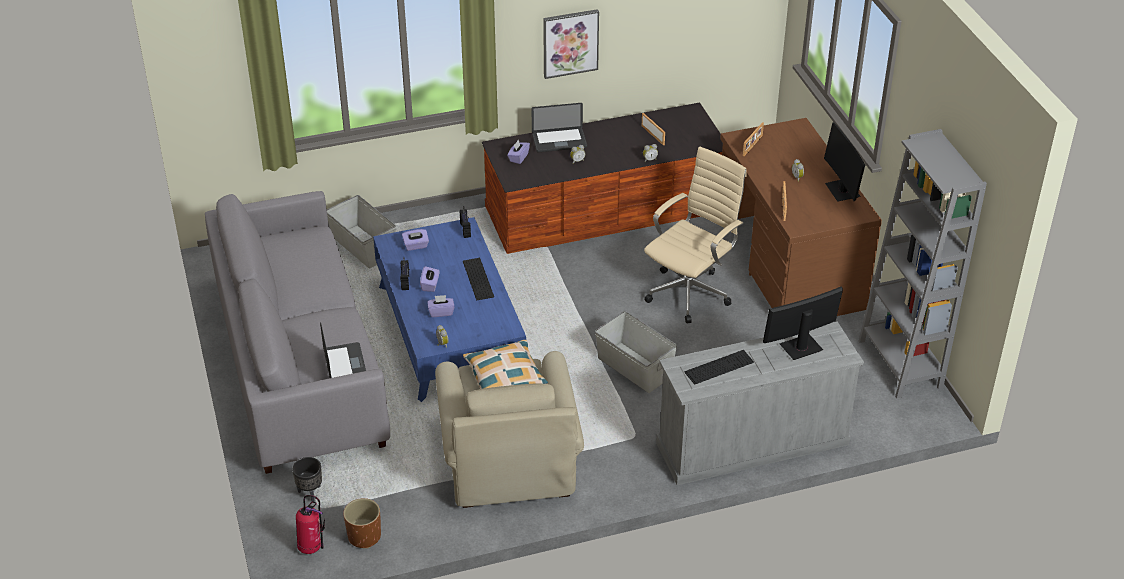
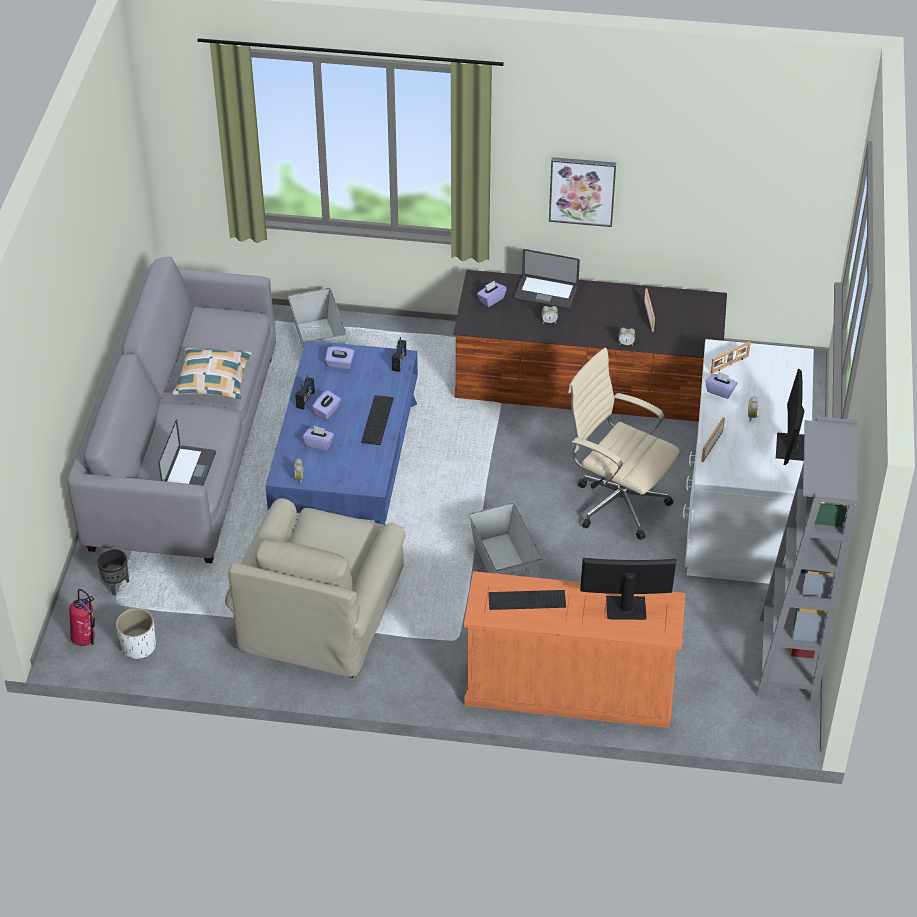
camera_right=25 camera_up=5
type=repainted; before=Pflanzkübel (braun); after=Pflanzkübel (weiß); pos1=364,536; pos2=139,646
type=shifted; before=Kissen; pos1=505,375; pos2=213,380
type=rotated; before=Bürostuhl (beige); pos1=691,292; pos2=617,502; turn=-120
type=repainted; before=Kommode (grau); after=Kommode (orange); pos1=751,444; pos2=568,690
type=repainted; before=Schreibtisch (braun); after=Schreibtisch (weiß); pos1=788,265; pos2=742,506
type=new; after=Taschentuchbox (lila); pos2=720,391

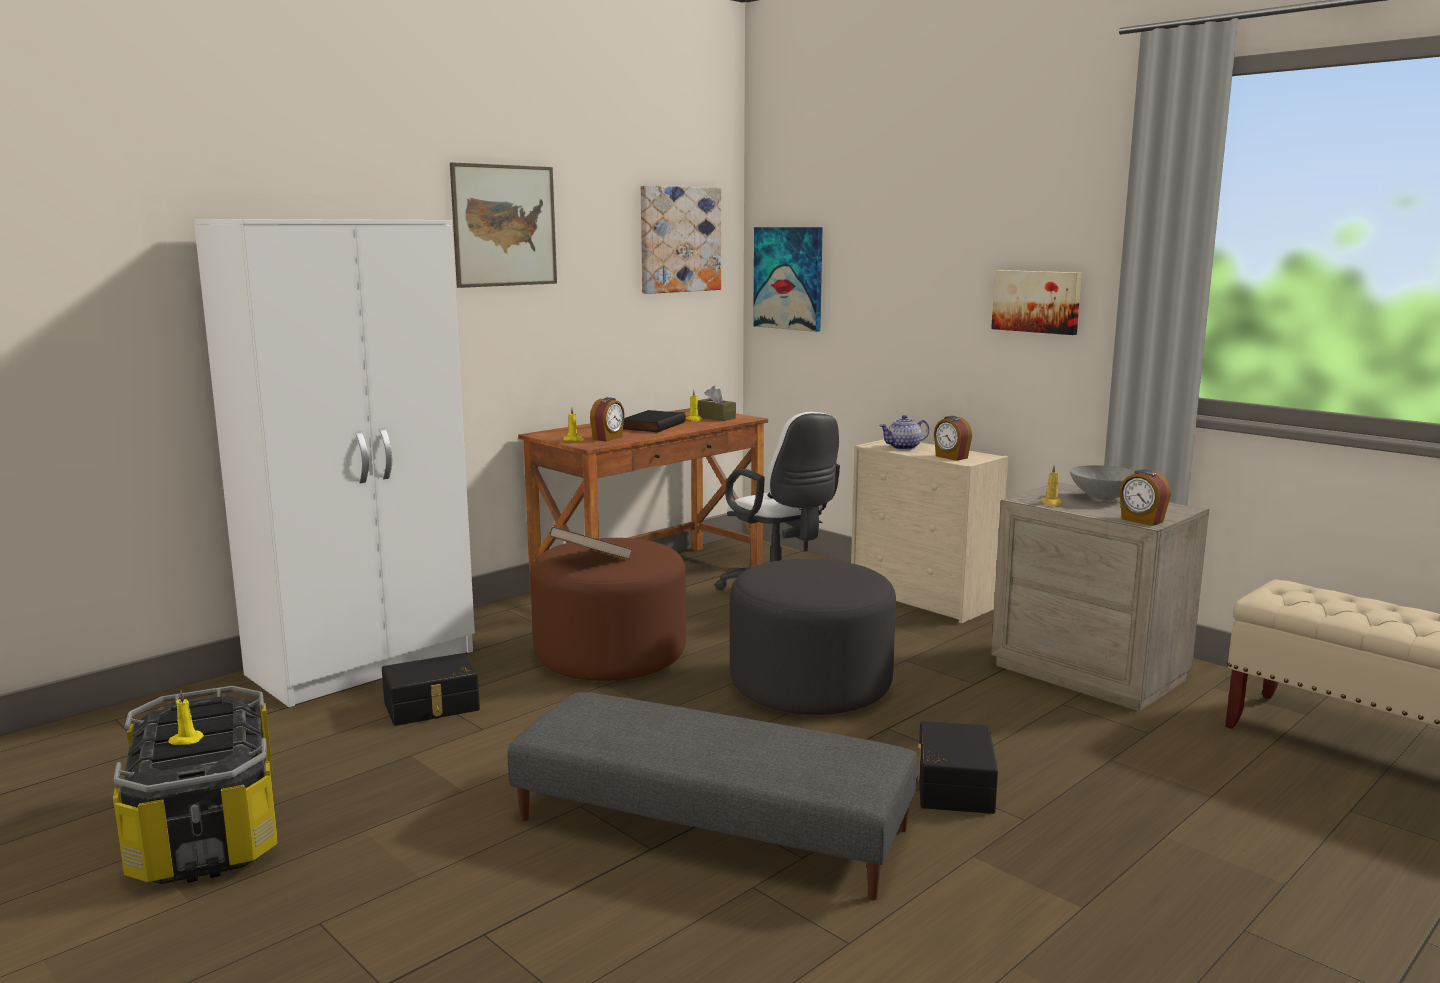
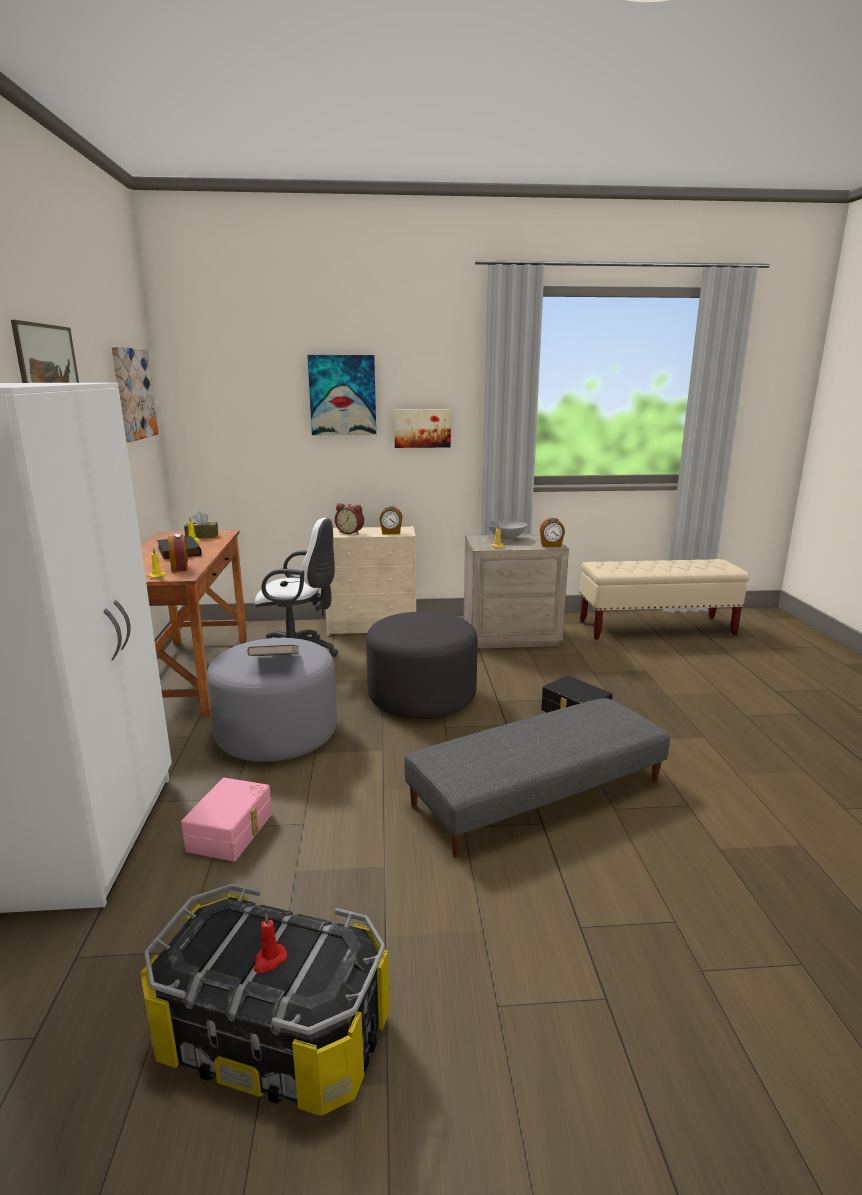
camera_right=-50 camera_up=5
type=repainted; before=Kerze (gelb); after=Kerze (rot); pos1=185,740; pos2=269,960
type=repainted; before=Aufbewahrungsbox (schwarz); after=Aufbewahrungsbox (rosa); pos1=432,707; pos2=232,832
type=repainted; before=Polsterhocker (braun); after=Polsterhocker (grau); pos1=610,656; pos2=277,734
type=shifted; before=Bild; pos1=789,278; pos2=342,395
type=swapped; before=Teekanne; after=Wecker; pos1=903,447; pos2=350,532

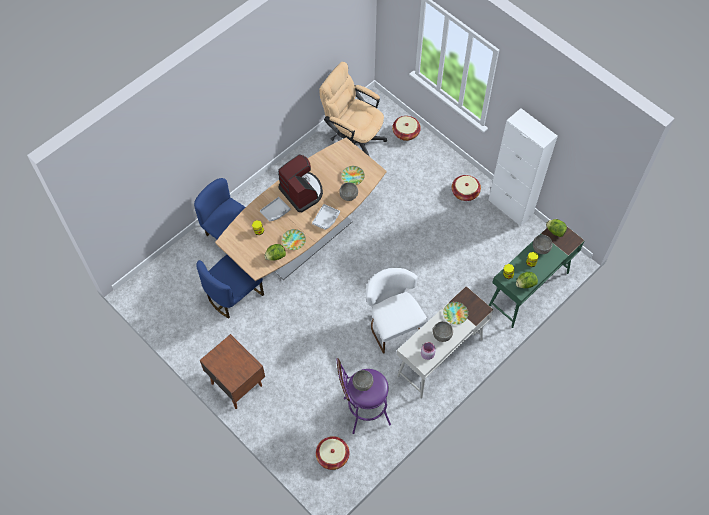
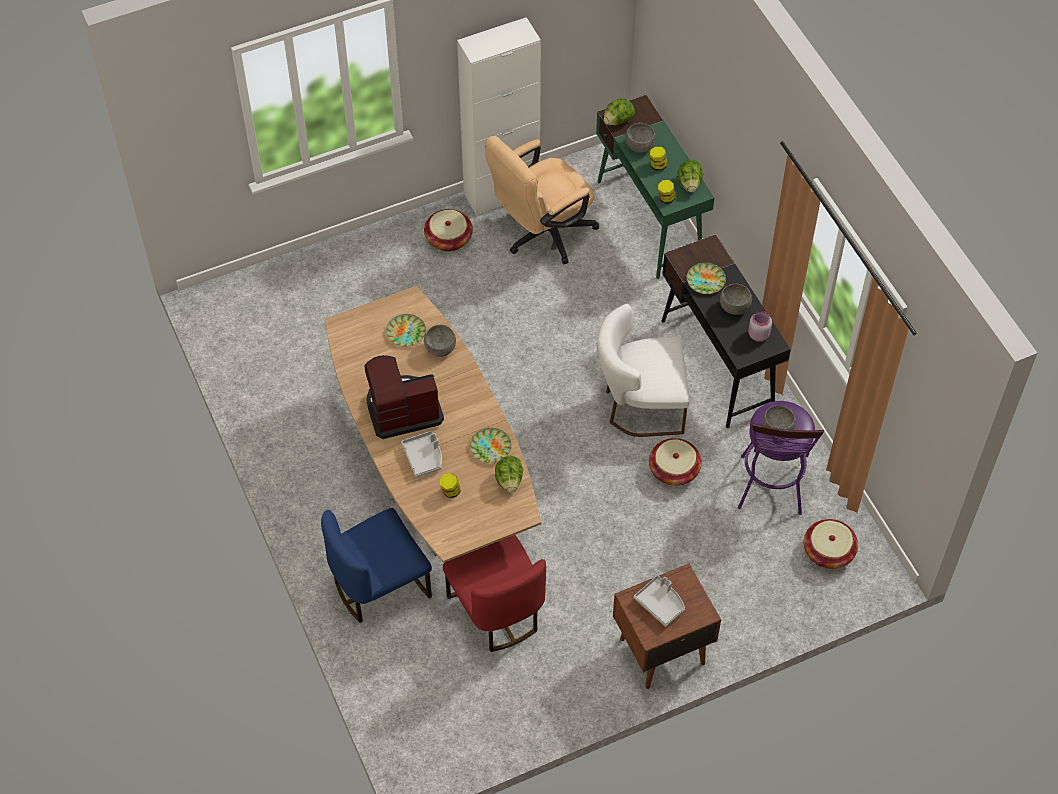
camera_right=-70 camera_up=-5
type=repainted; before=Stuhl (blau); after=Stuhl (rot); pos1=233,295; pos2=497,612
type=shifted; before=Tablett (grau); pos1=326,219; pos2=660,604
type=shifted; before=Bürostuhl (beige); pos1=353,138; pos2=541,234
type=shifted; before=Korb; pos1=406,133; pos2=674,470
type=repainted; before=Schreibtisch (weiß); after=Schreibtisch (schwarz); pos1=440,358; pos2=717,365

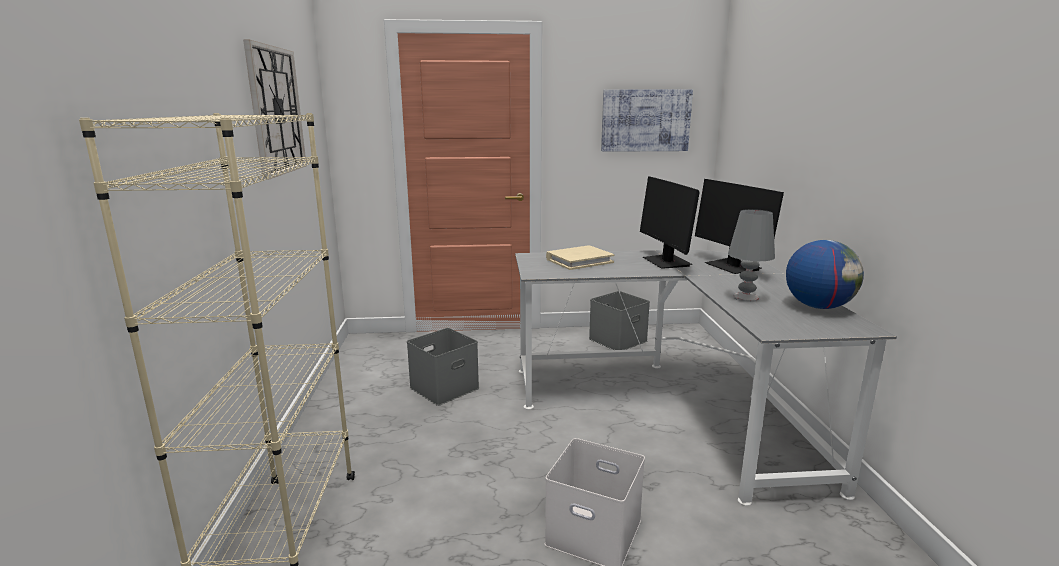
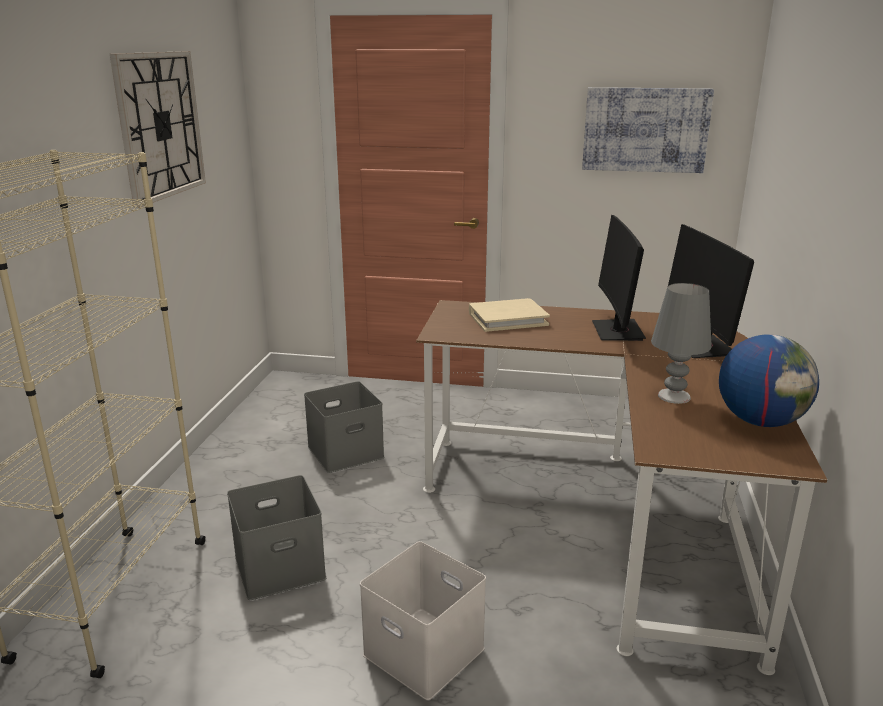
camera_right=15 camera_up=5
type=repainted; before=Schreibtisch (grau); after=Schreibtisch (braun); pos1=672,406; pos2=606,514
type=shifted; before=Aufbewahrungsbox (grau); pos1=617,339; pos2=281,565

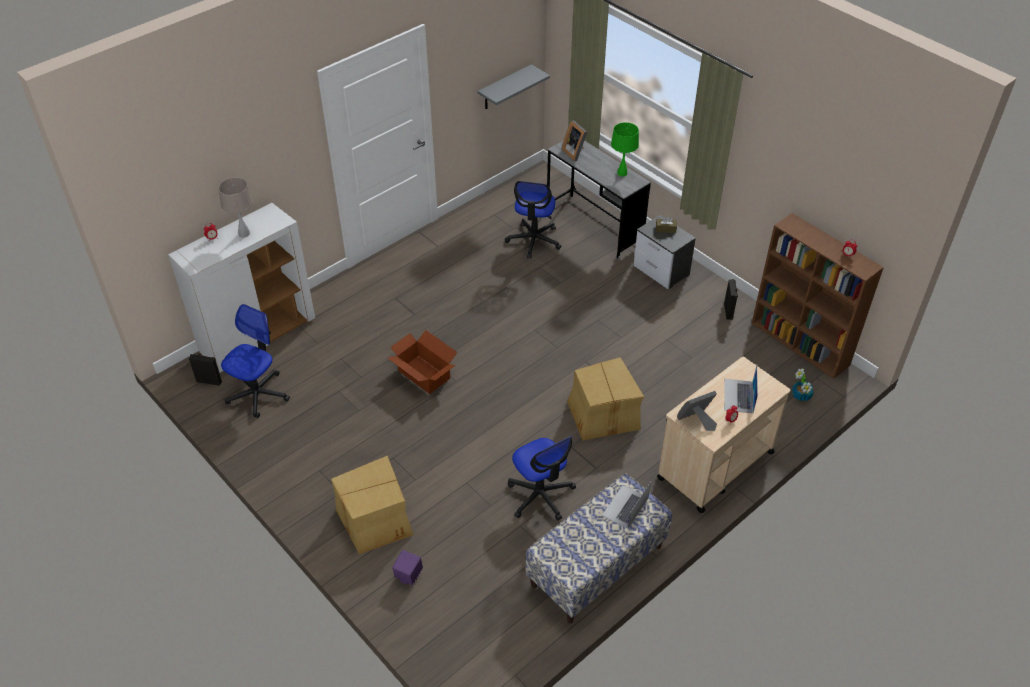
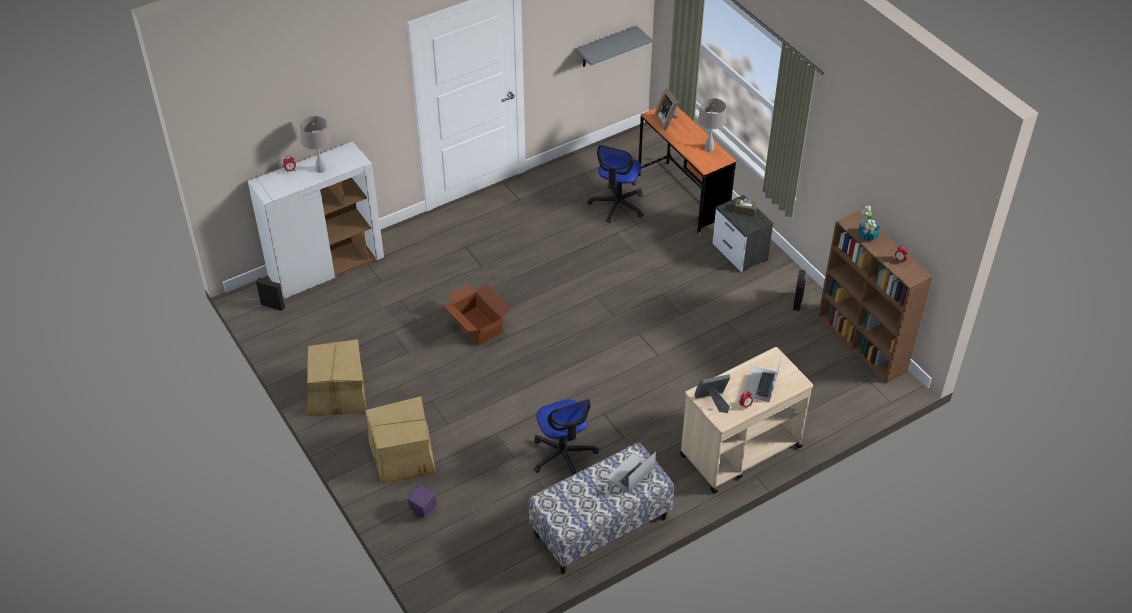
camera_right=10 camera_up=0
type=gone; before=Bürostuhl; pos1=258,394
type=repainted; before=Schreibtisch (grau); after=Schreibtisch (orange); pos1=594,226; pos2=682,198
type=shifted; before=Karton; pos1=603,414; pos2=337,393
type=repainted; before=Tischlampe (grün); after=Tischlampe (beige); pos1=622,173; pos2=709,148
type=shifted; before=Topfpflanze; pos1=801,395; pos2=867,235

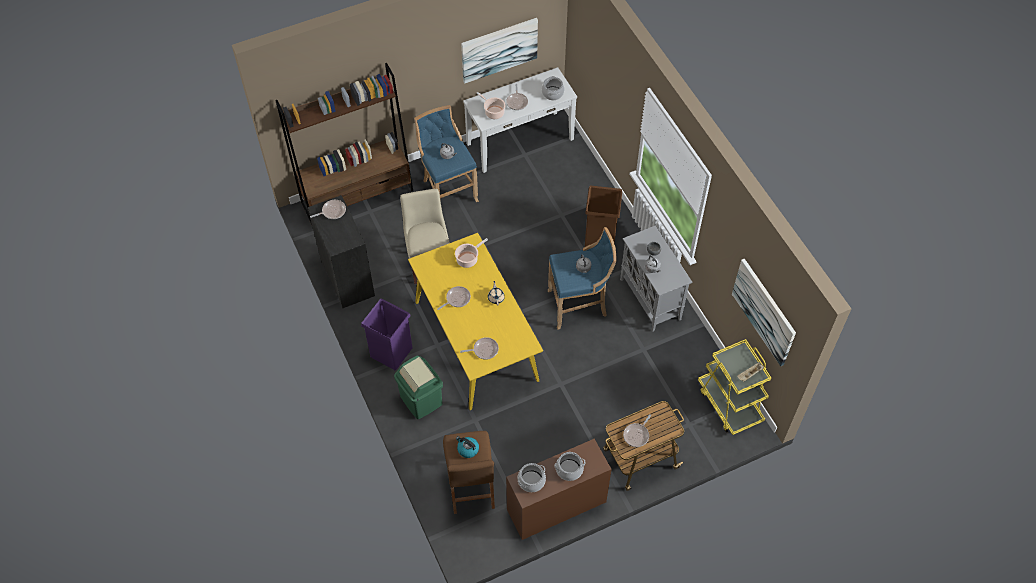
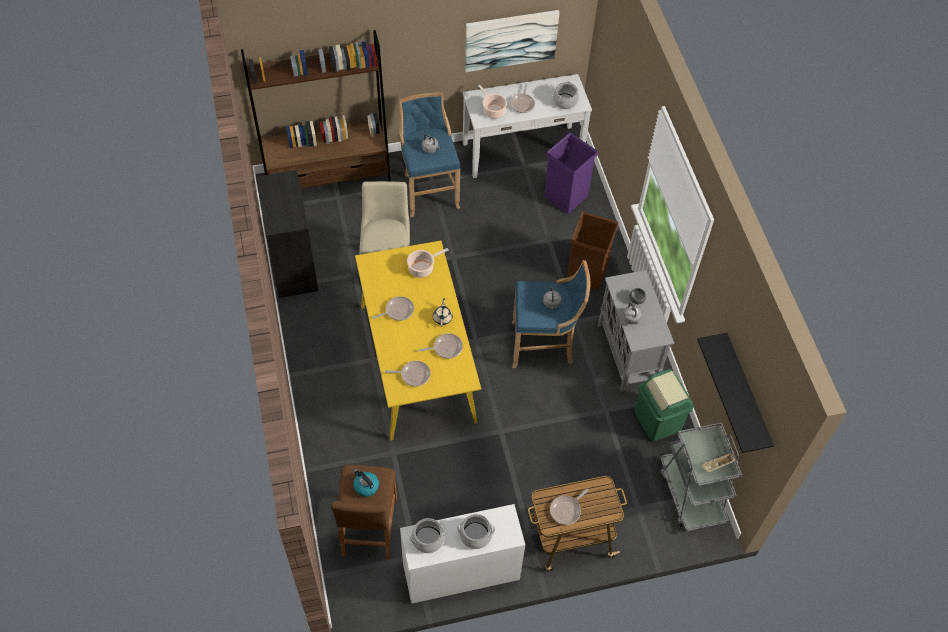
camera_right=10 camera_up=0
type=shifted; before=Pfanne; pos1=332,211; pos2=446,348
type=shifted; before=Mülleimer (lila); pos1=391,352; pos2=566,196
type=shifted; before=Mülleimer (grün); pos1=421,400; pos2=658,420
type=repainted; before=Schreibtisch (braun); after=Schreibtisch (weiß); pos1=556,506; pos2=461,572
type=repainted; before=Rollwagen (gelb); after=Rollwagen (grau); pos1=729,404; pos2=691,494
type=swapped; before=Bild; after=Wandregal (schwarz); pos1=764,311; pos2=746,394

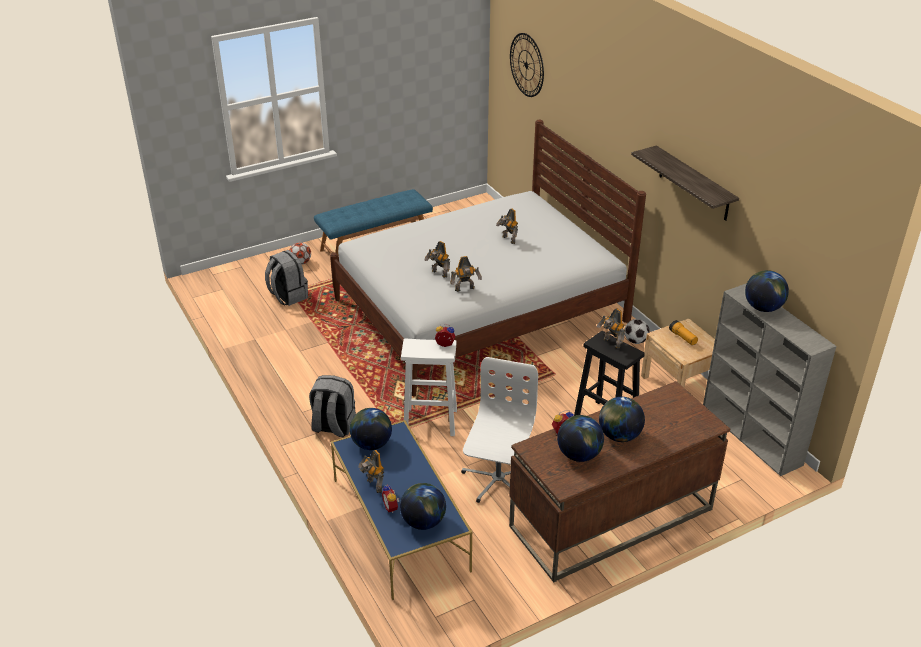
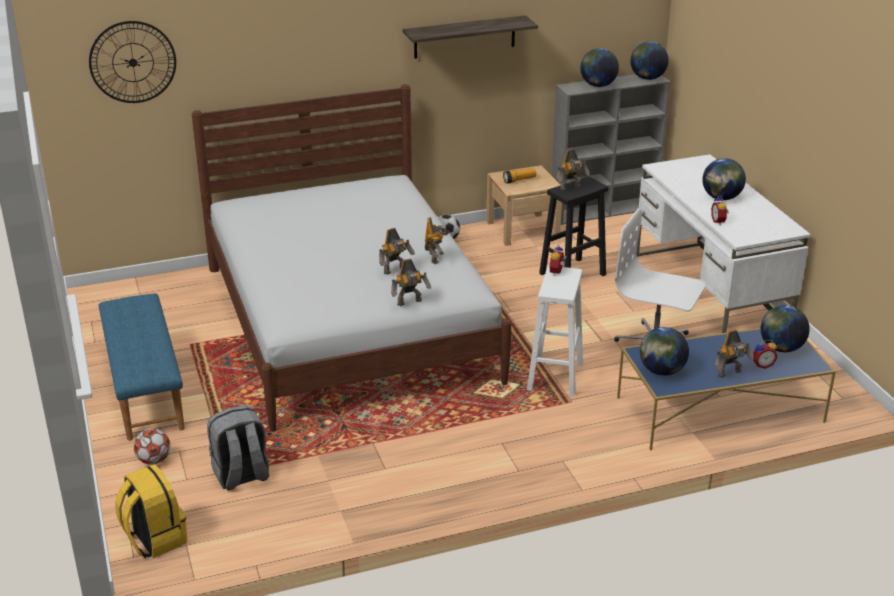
camera_right=-80 camera_up=-5
type=gone; before=Rucksack (grau); pos1=333,426
type=shifted; before=Spielzeugroboter; pos1=508,240; pos2=410,303
type=repainted; before=Schreibtisch (braun); after=Schreibtisch (weiß); pos1=610,518; pos2=710,292
type=shifted; before=Globus; pos1=579,454; pos2=647,78
type=new; after=Rucksack (gelb); pos2=154,539

